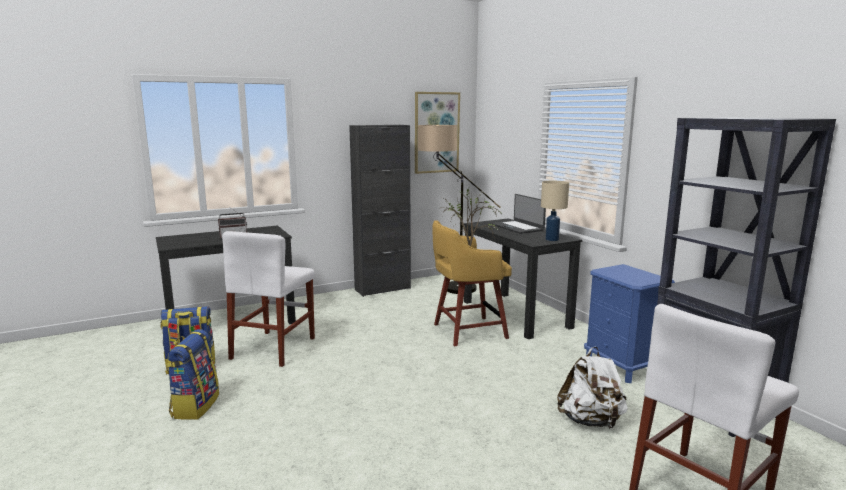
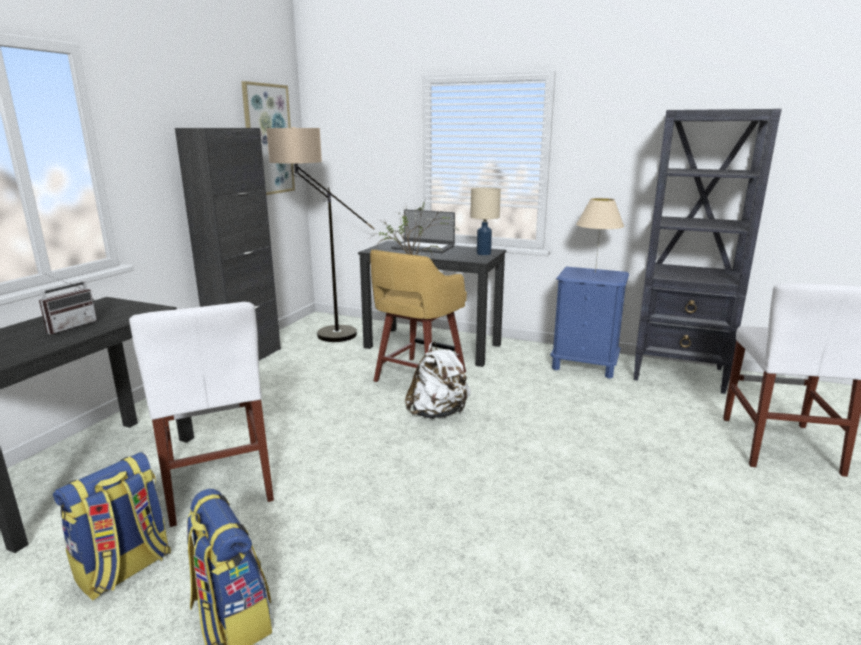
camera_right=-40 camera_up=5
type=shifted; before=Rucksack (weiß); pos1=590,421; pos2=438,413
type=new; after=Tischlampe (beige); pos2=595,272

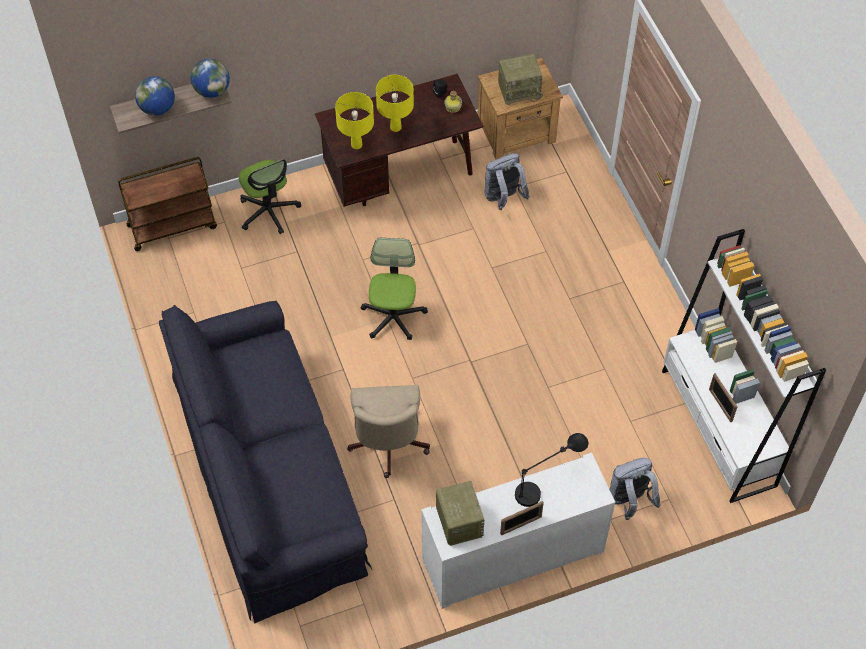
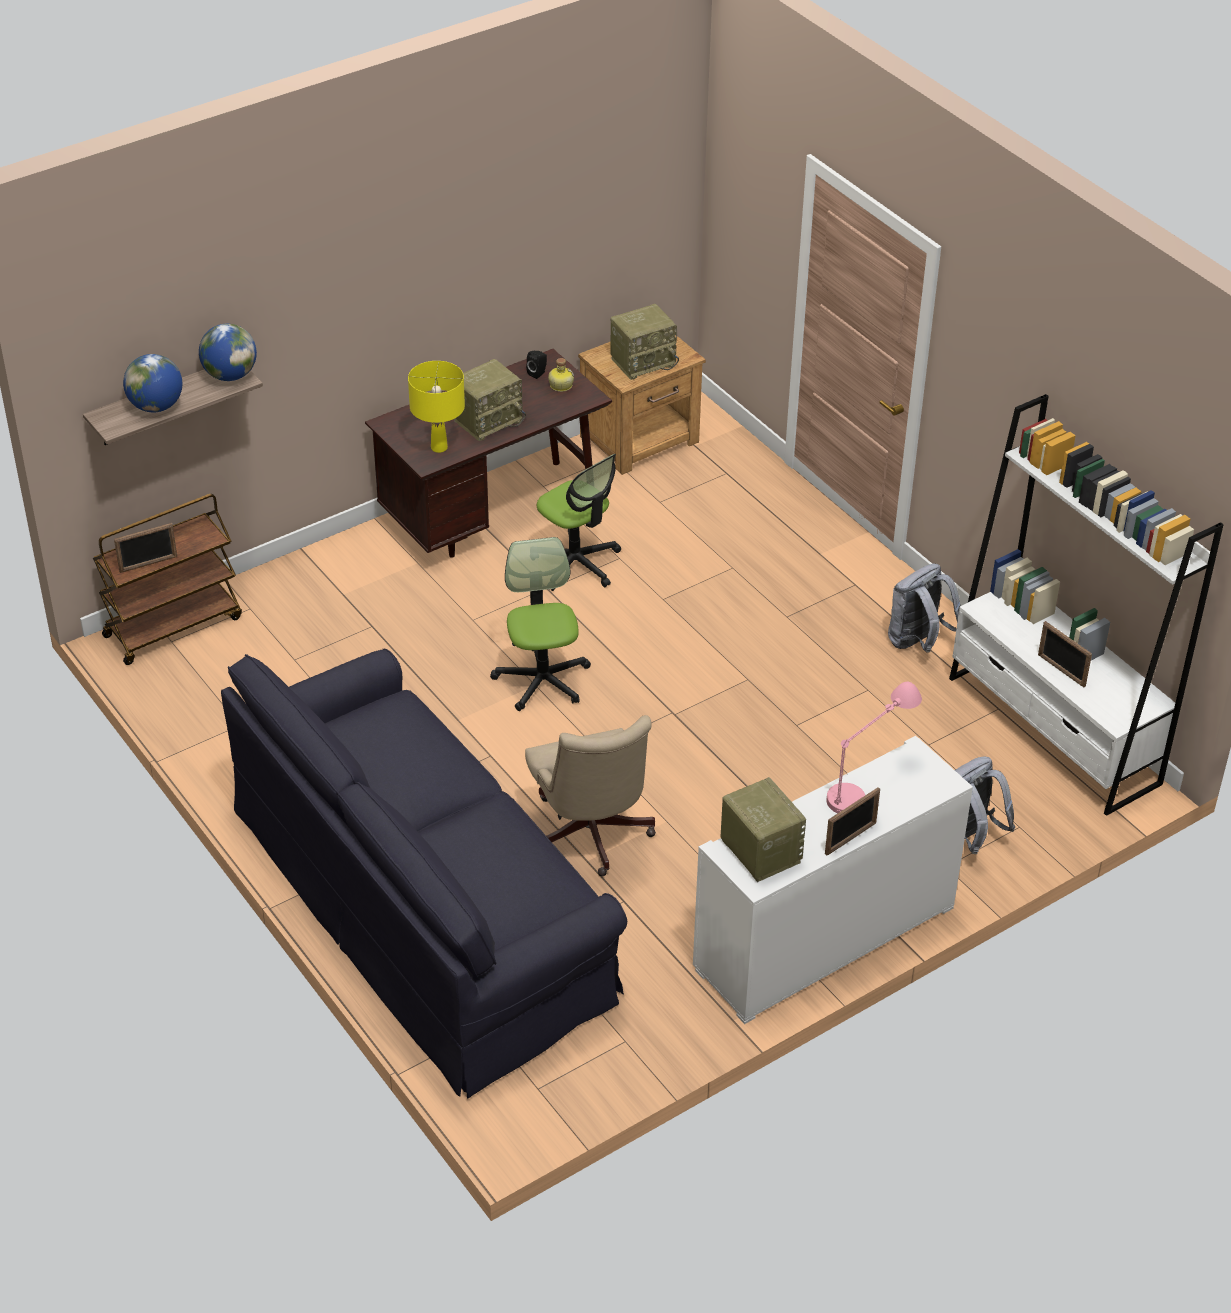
camera_right=-15 camera_up=-15
type=shifted; before=Bürostuhl; pos1=268,211; pos2=576,564
type=swapped; before=Tischlampe (gelb); after=Radio; pos1=395,127; pos2=488,420
type=shifted; before=Rucksack (grau); pos1=503,198; pos2=918,642
type=repainted; before=Tischlampe (schwarz); after=Tischlampe (rosa); pos1=547,484; pos2=868,783
type=new; after=Bilderrahmen; pos2=148,564

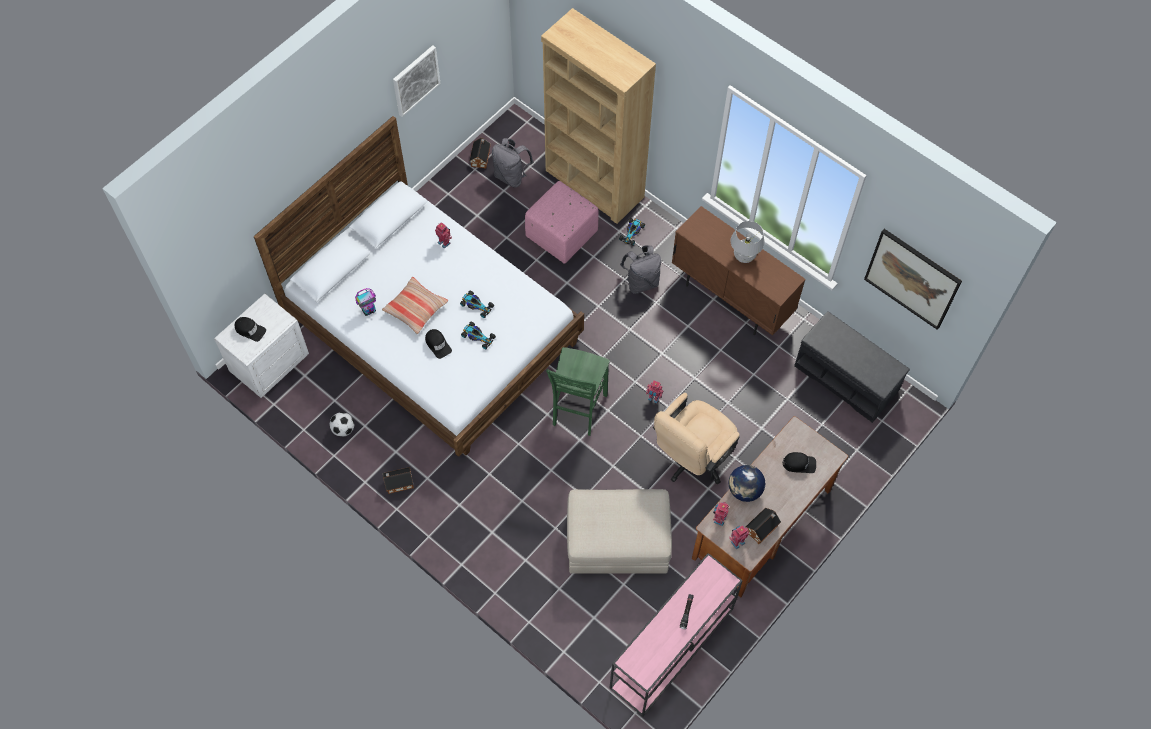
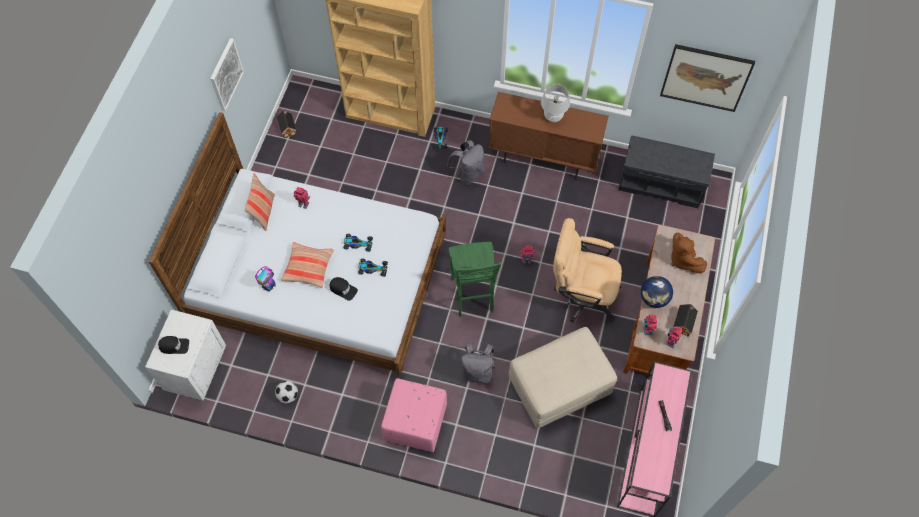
camera_right=-25 camera_up=0
type=gone; before=Spielzeughaus; pos1=398,483
type=shifted; before=Rucksack (grau); pos1=511,176; pos2=477,371
type=shifted; before=Polsterhocker (rosa); pos1=561,235; pos2=415,423
type=rotated; before=Bürostuhl (beige); pos1=691,459; pos2=581,295; turn=90
type=swapped; before=Kappe (schwarz); after=Plüschtier (braun); pos1=799,464; pos2=683,259
type=new; after=Kissen; pos2=264,212

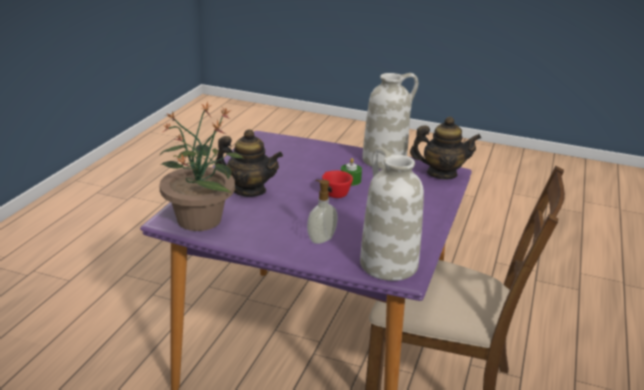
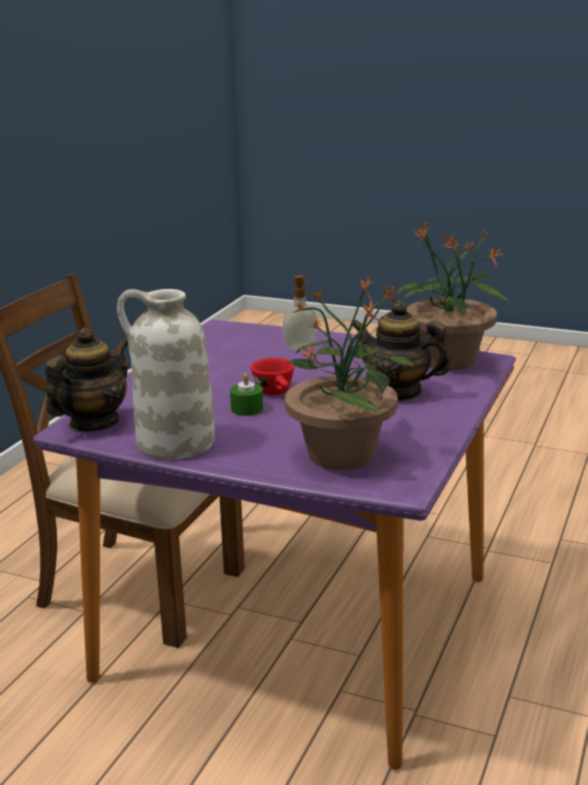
camera_right=-175 camera_up=-5
type=gone; before=Vase (weiß); pos1=387,264
type=rotated; before=Teekanne; pos1=441,174; pos2=93,423; turn=120
type=new; after=Topfpflanze; pos2=342,453

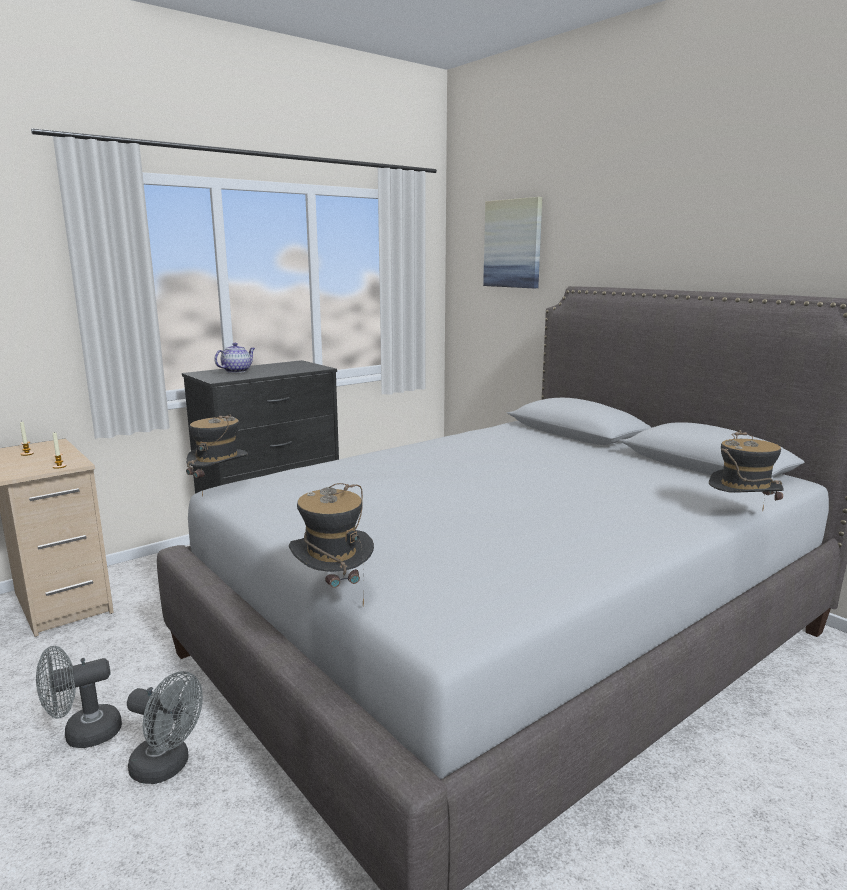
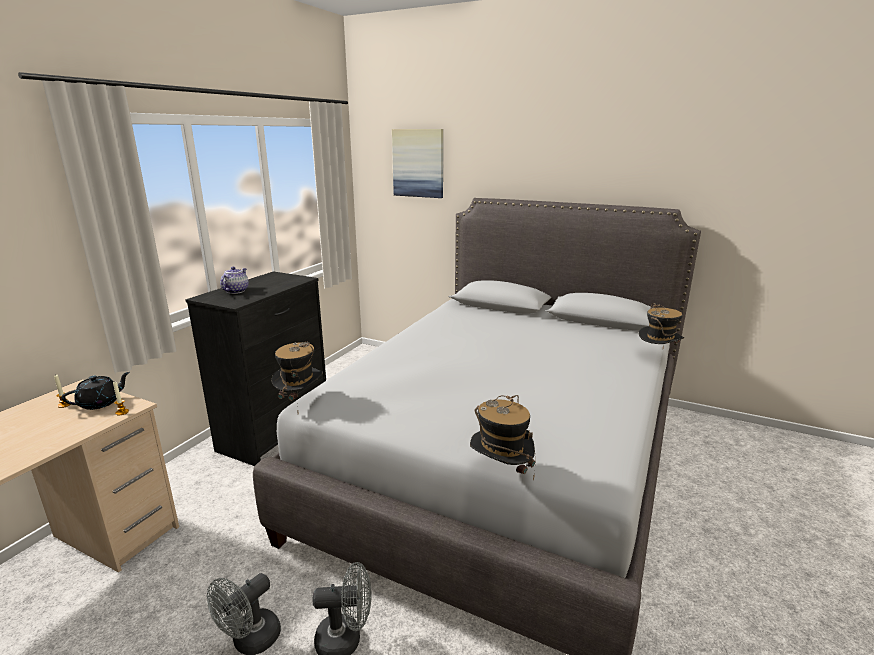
camera_right=-25 camera_up=5
type=new; after=Teekanne (schwarz); pos2=101,403

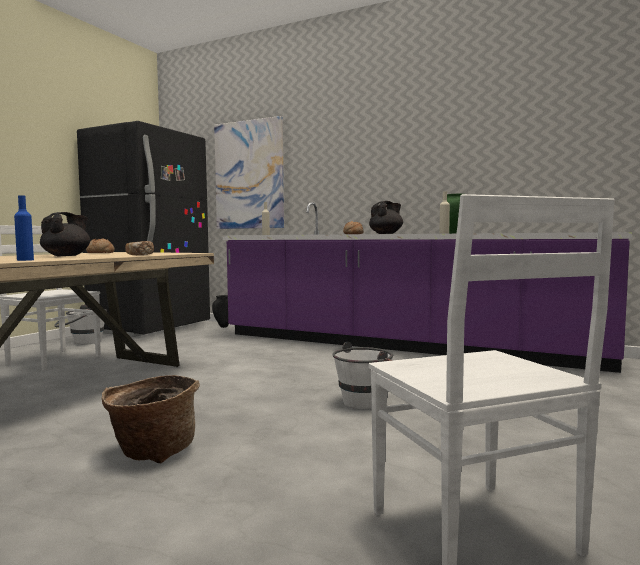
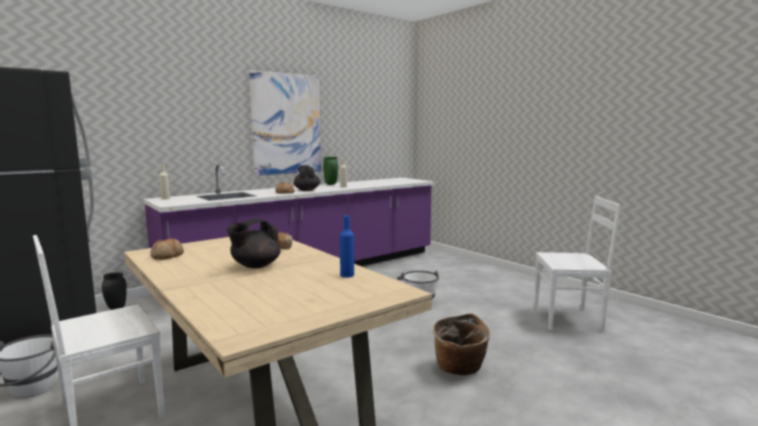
camera_right=-65 camera_up=5
type=rotated; before=Teekanne (schwarz); pos1=67,256; pos2=255,266; turn=-90
type=shifted; before=Bild; pos1=249,175; pos2=286,124

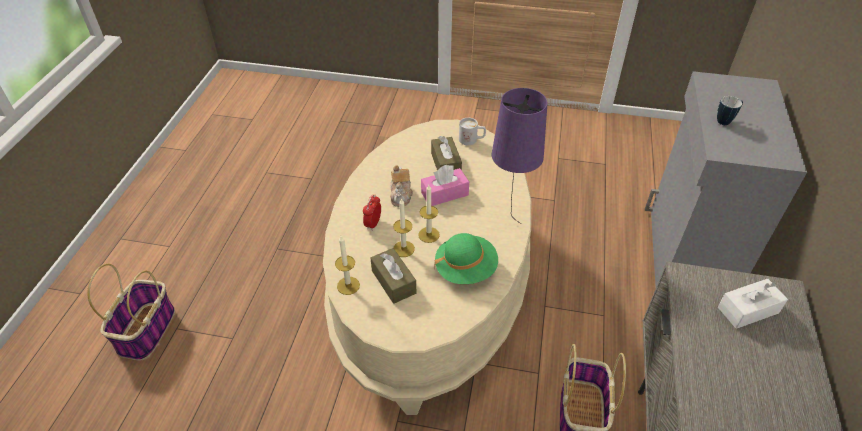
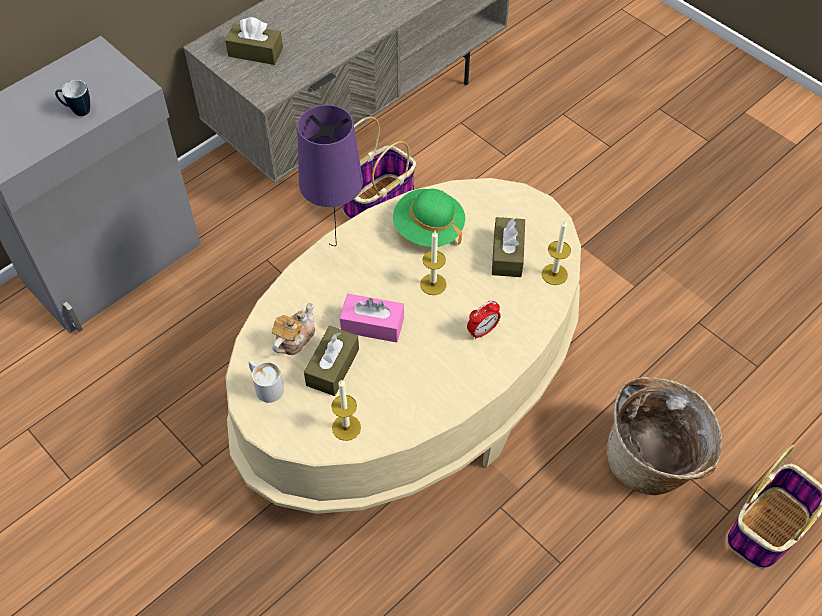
camera_right=-145 camera_up=10
type=shifted; before=Teekanne; pos1=401,195; pos2=294,338
type=shifted; before=Kerze; pos1=403,249; pos2=346,427
type=repainted; before=Taschentuchbox (weiß); after=Taschentuchbox (braun); pos1=748,310; pos2=255,52
type=new; after=Korb; pos2=653,462

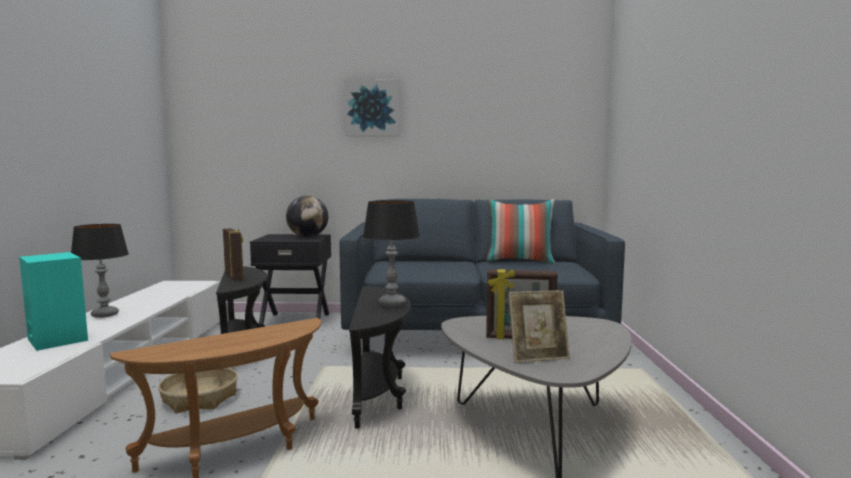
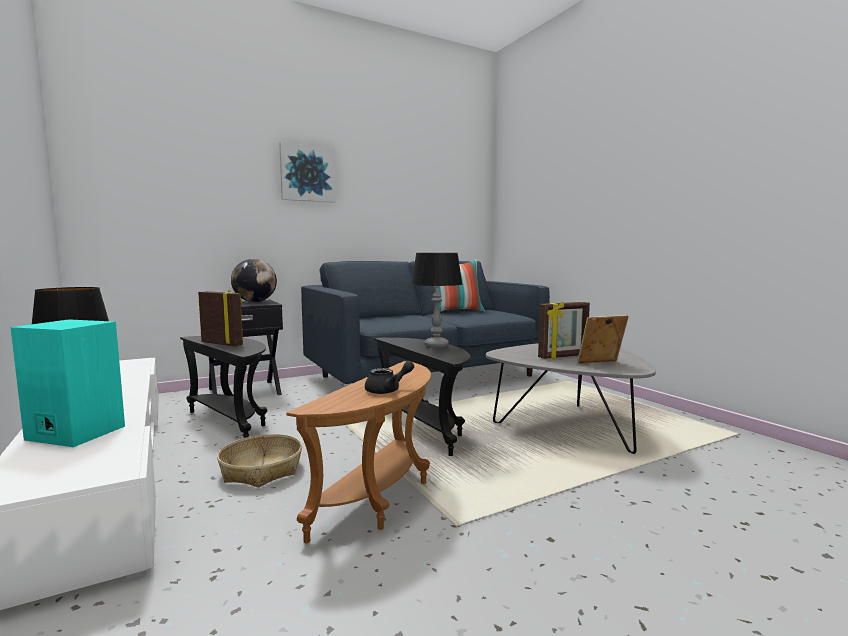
camera_right=-30 camera_up=0
type=rotated; before=Bilderrahmen; pos1=538,357; pos2=601,364; turn=-150
type=new; after=Teekanne (schwarz); pos2=388,390

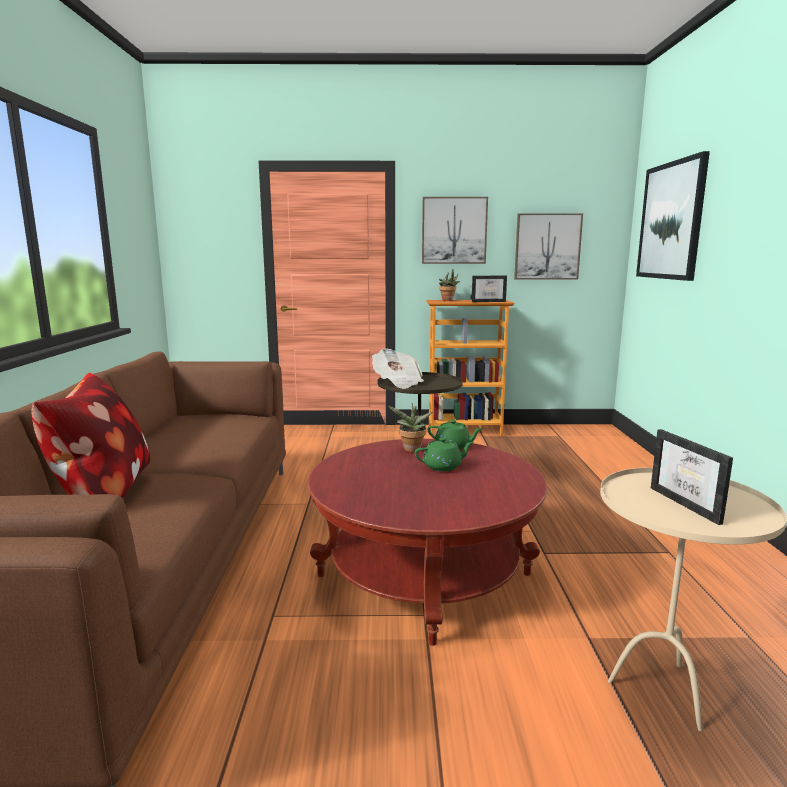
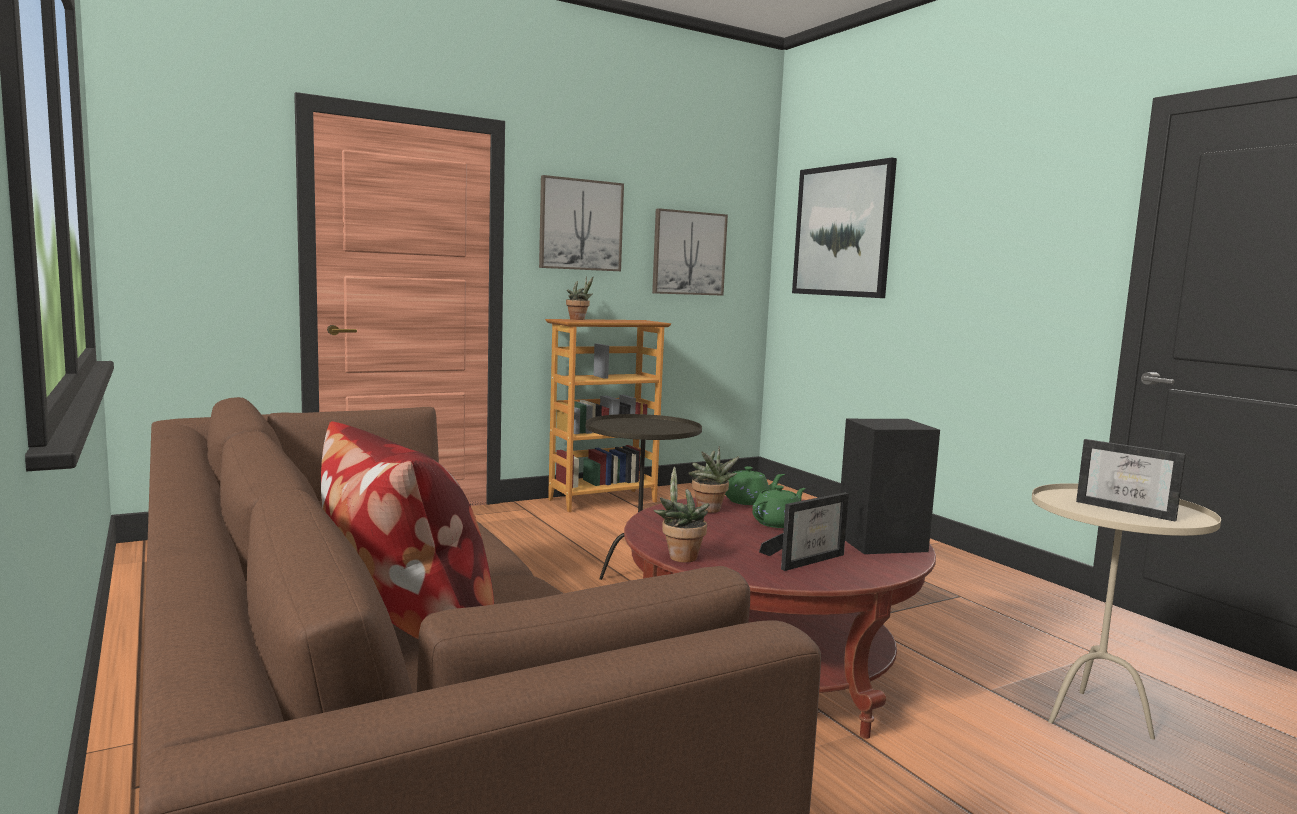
camera_right=-30 camera_up=-5
type=gone; before=Zeitung; pos1=397,382
type=shifted; before=Bilderrahmen; pos1=488,301; pos2=807,559
type=new; after=Topfpflanze; pos2=680,556
type=new; after=Lautsprecher (schwarz); pos2=883,543

